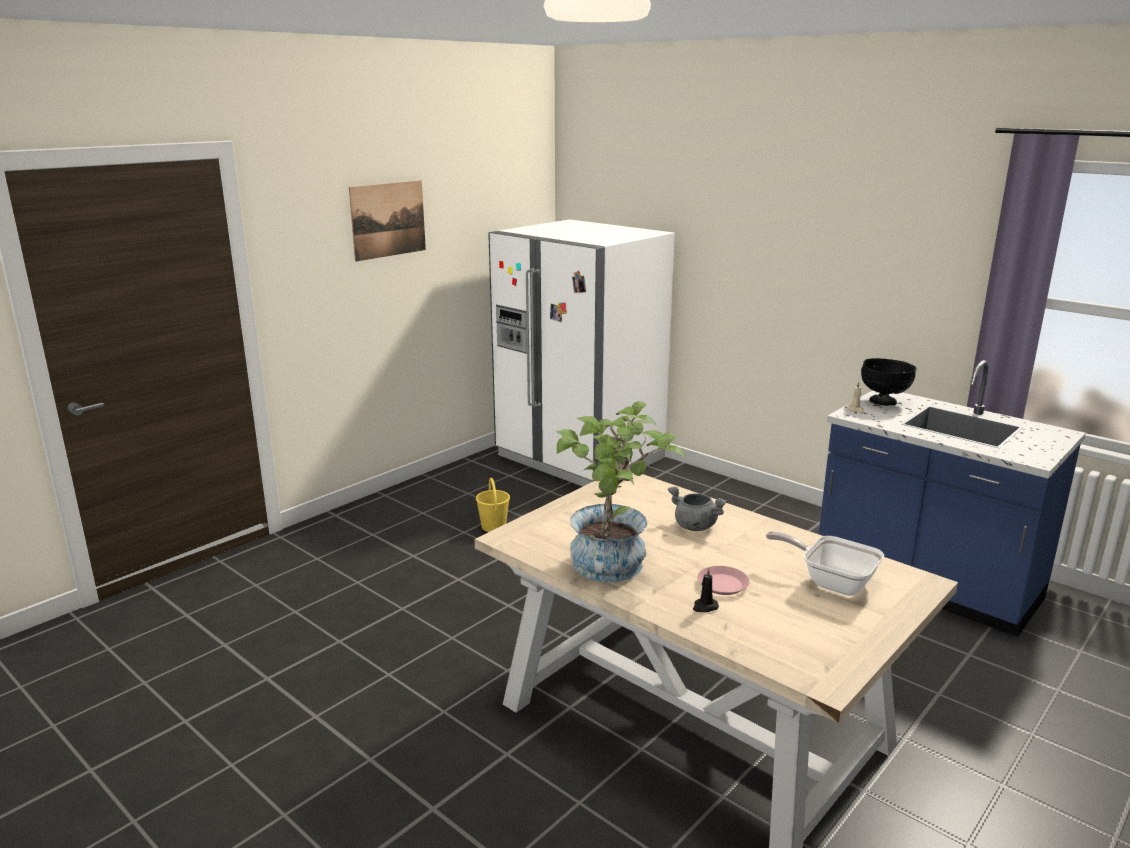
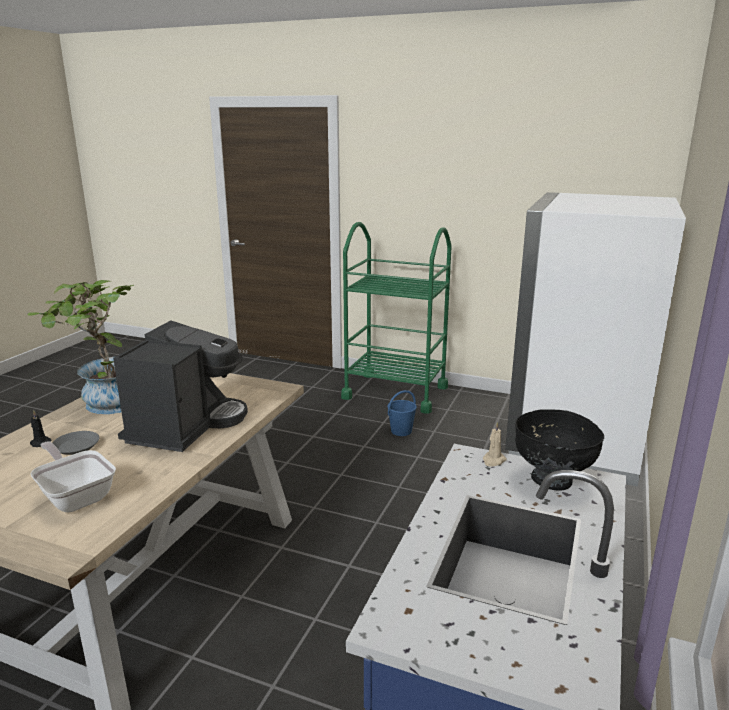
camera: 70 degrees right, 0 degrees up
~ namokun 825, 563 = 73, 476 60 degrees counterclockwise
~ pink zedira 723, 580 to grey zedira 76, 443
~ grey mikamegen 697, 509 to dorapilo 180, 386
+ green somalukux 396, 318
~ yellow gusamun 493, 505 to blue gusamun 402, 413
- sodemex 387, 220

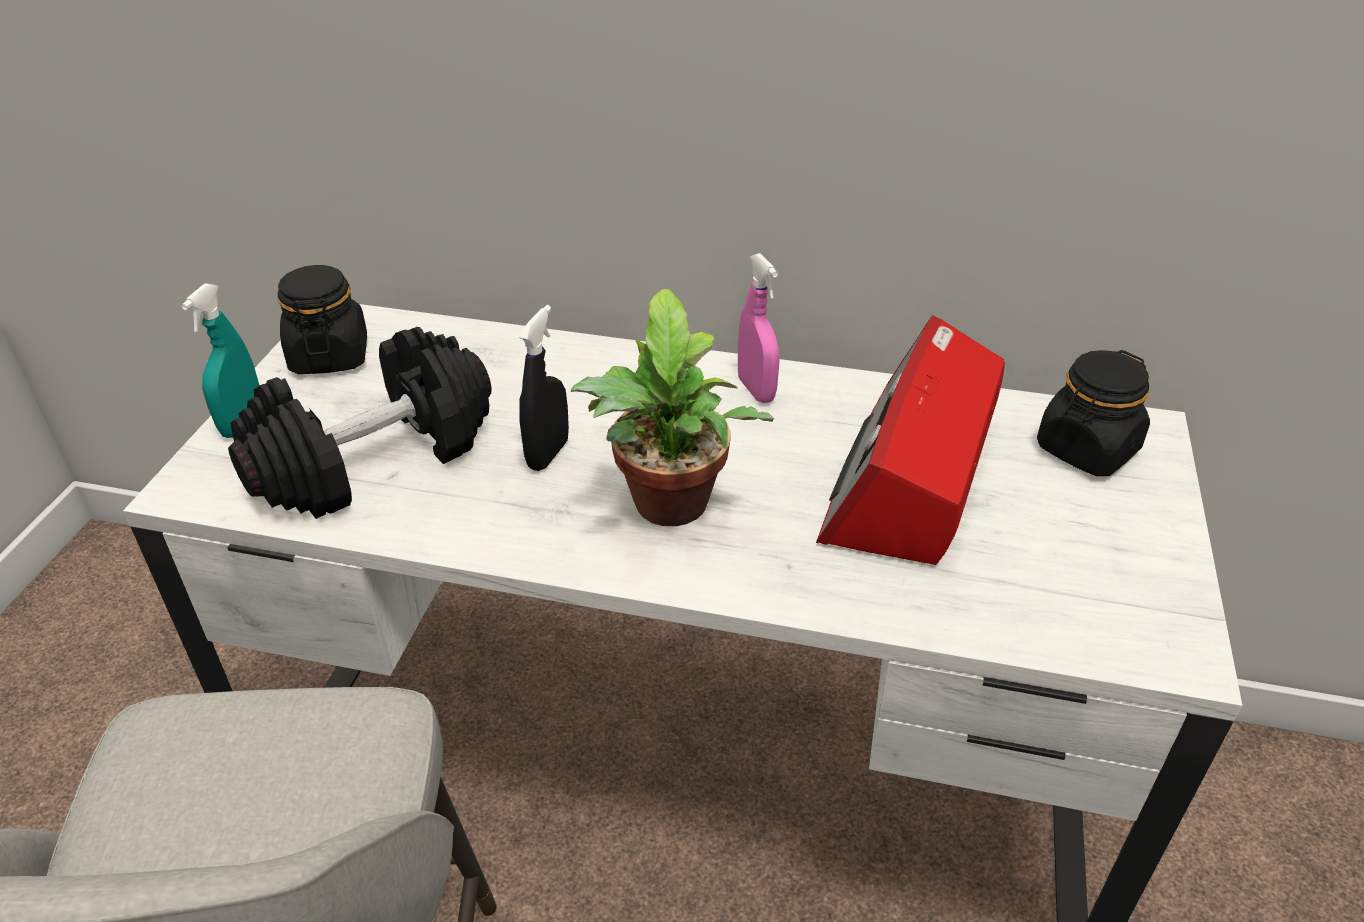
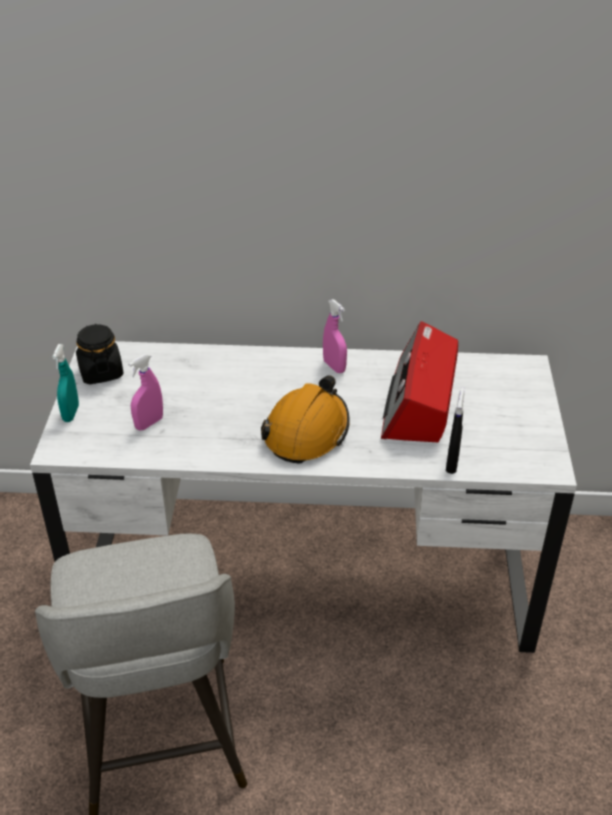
camera: 10 degrees left, 0 degrees up
~ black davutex 360, 423 to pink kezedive 145, 392
~ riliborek 672, 407 to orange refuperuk 305, 419
~ black kezedive 544, 388 to 455, 430
- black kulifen 1093, 413

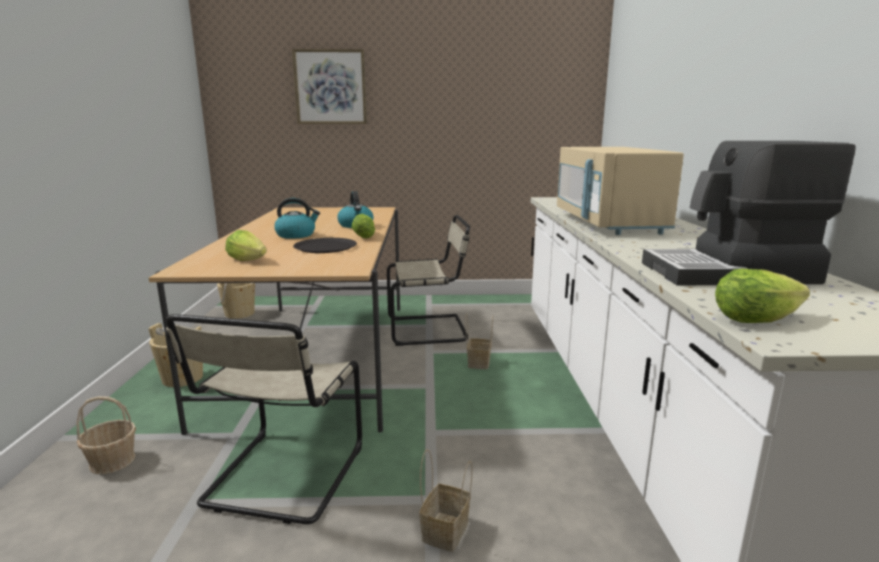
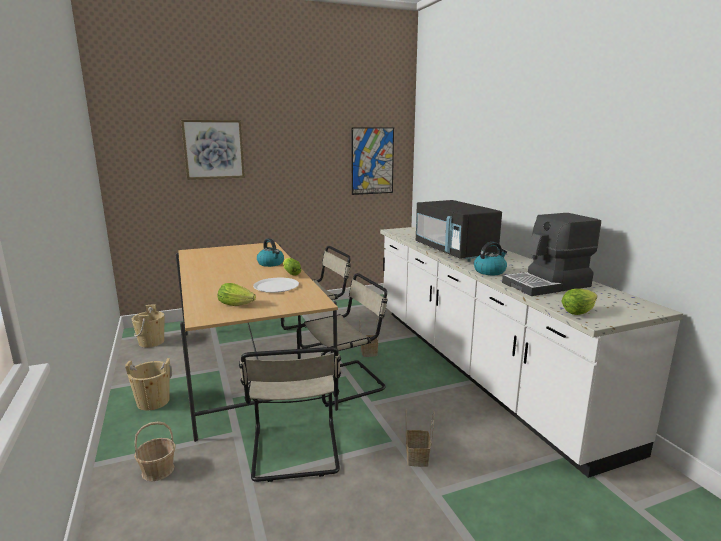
camera: 20 degrees left, 0 degrees up
~ black zedira 325, 245 to white zedira 276, 285
+ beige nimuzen 342, 340
+ sodemex 372, 161
~ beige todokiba 620, 191 to black todokiba 459, 231
~ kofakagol 297, 218 to 490, 258

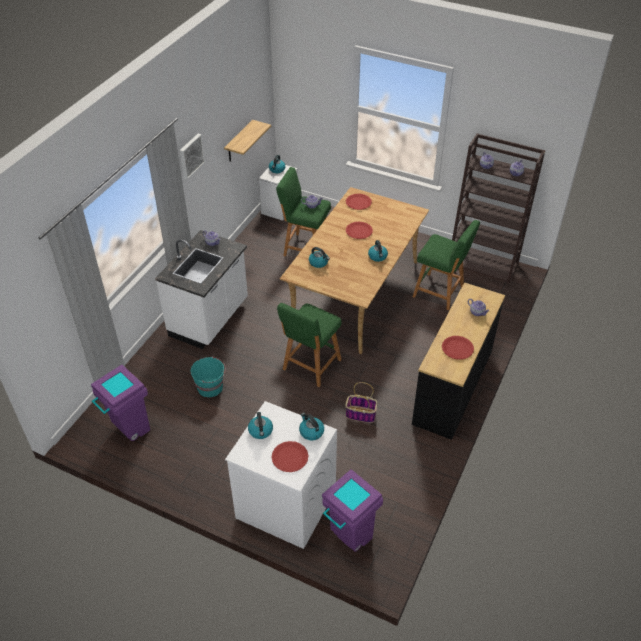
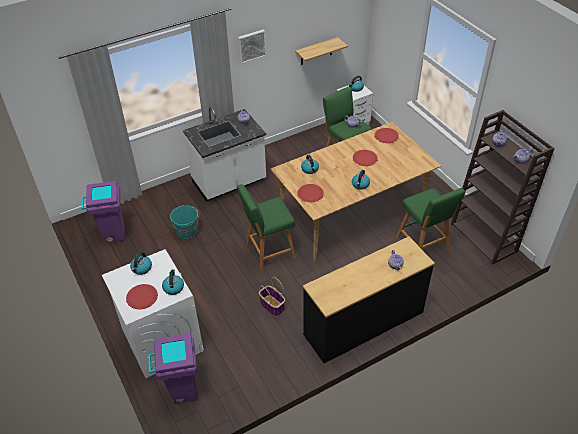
camera: 35 degrees right, 0 degrees up
~ red zedira 458, 348 to 311, 193

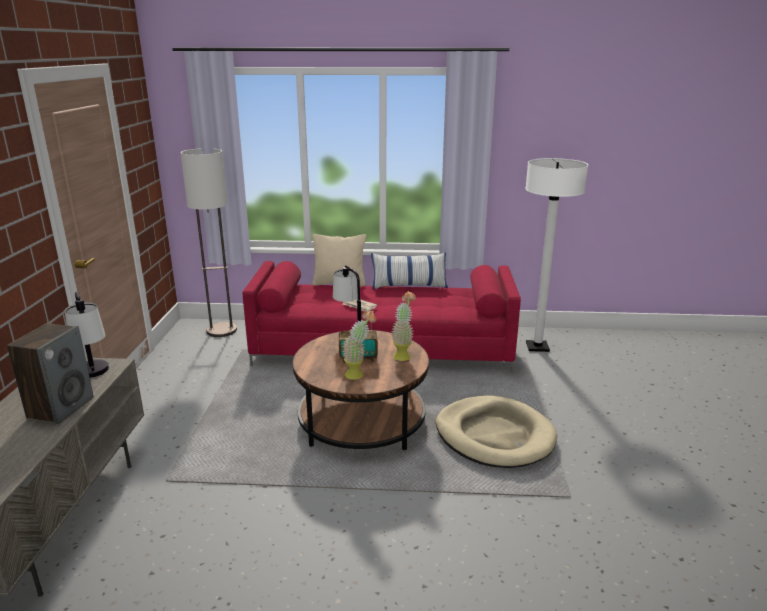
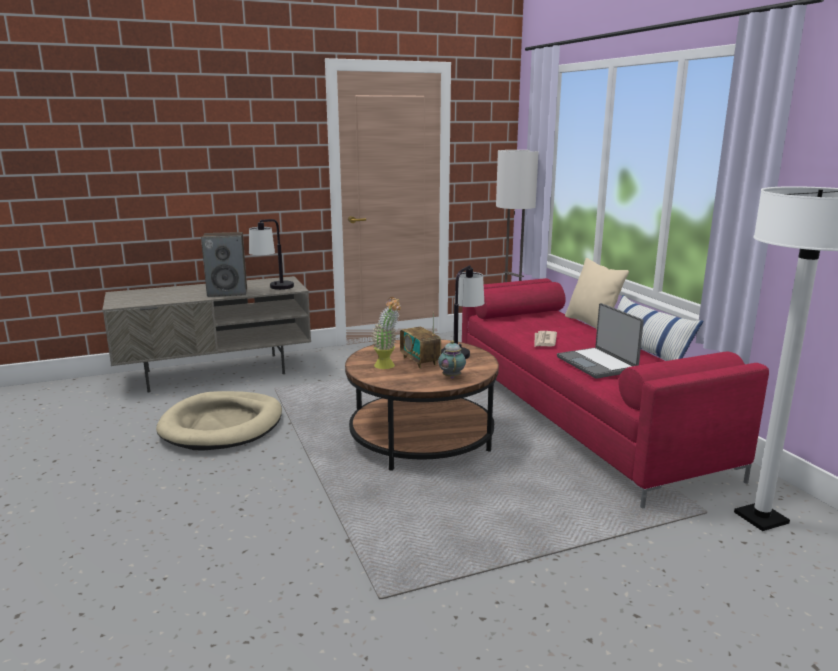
camera: 65 degrees right, 5 degrees down
~ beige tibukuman 496, 431 to 219, 421
~ riliborek 403, 326 to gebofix 452, 359
+ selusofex 600, 341

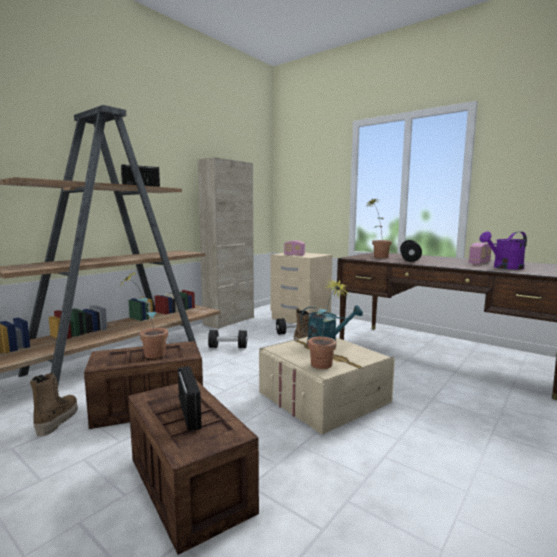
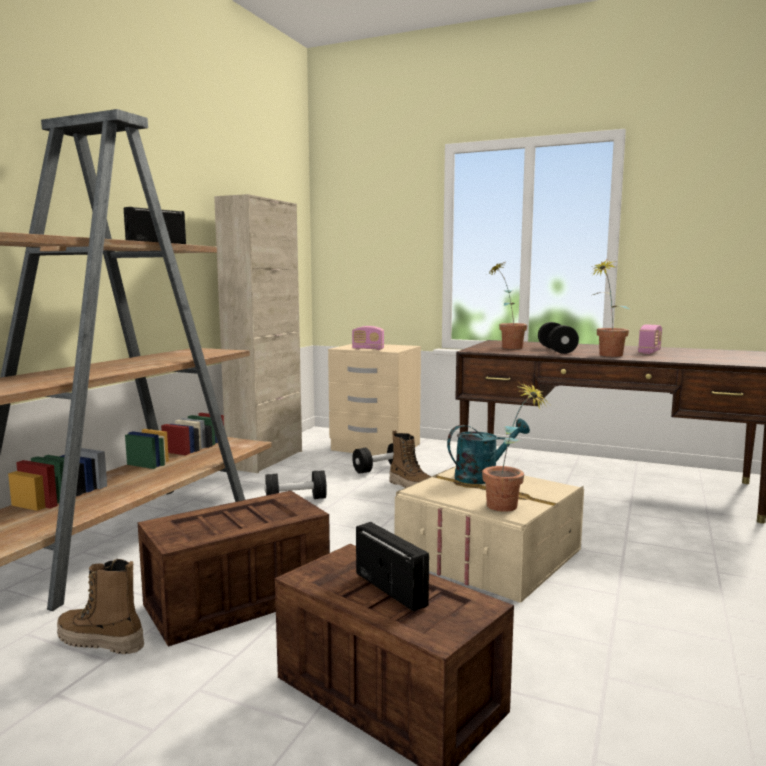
camera: 15 degrees left, 0 degrees up
~ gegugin 54, 404 = 100, 606 60 degrees counterclockwise
~ riliborek 144, 315 to 610, 308
- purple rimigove 503, 250

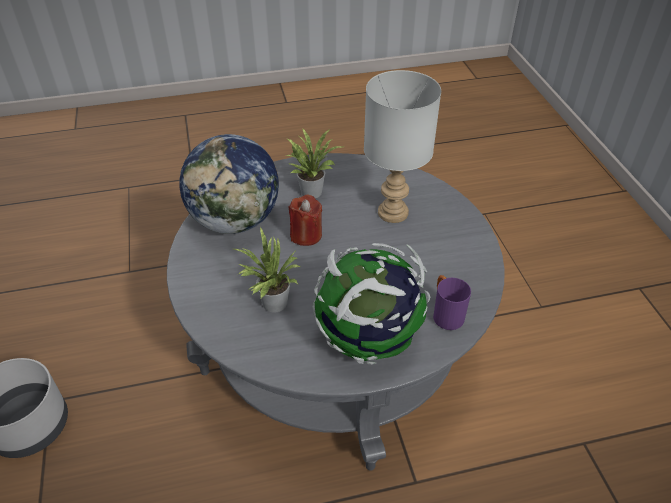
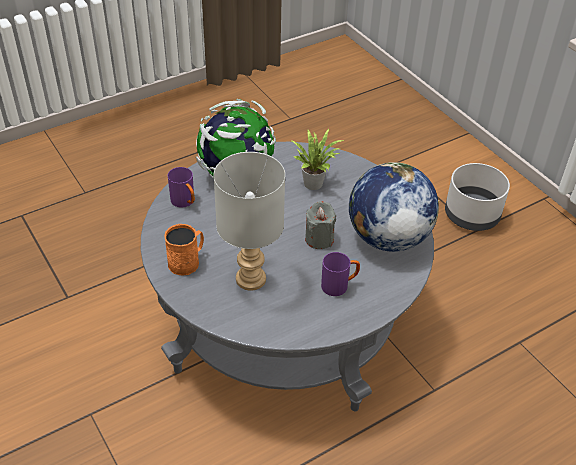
camera: 160 degrees right, 0 degrees up
+ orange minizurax 184, 250
~ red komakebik 305, 220 to grey komakebik 320, 225
~ riliborek 314, 163 to purple minizurax 340, 274

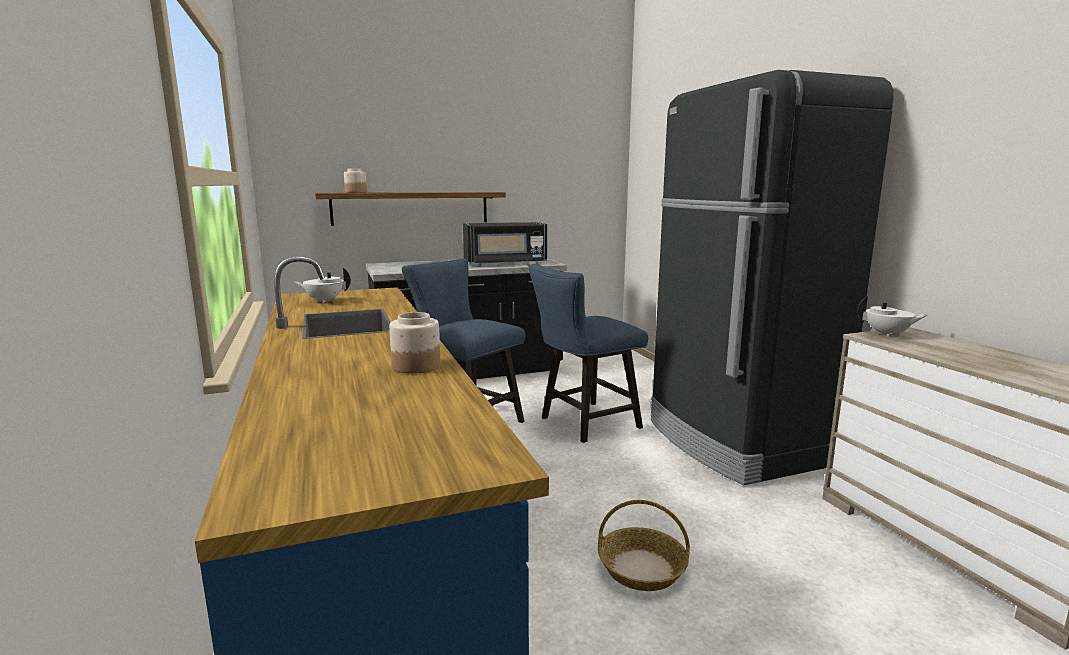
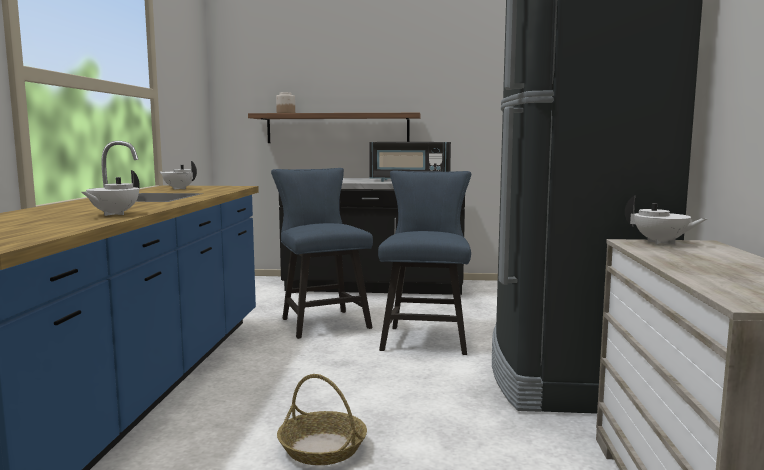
camera: 25 degrees right, 5 degrees down
~ kulifen 415, 343 to white gebofix 110, 193
~ blue nimuzen 588, 353 = 424, 263 105 degrees clockwise

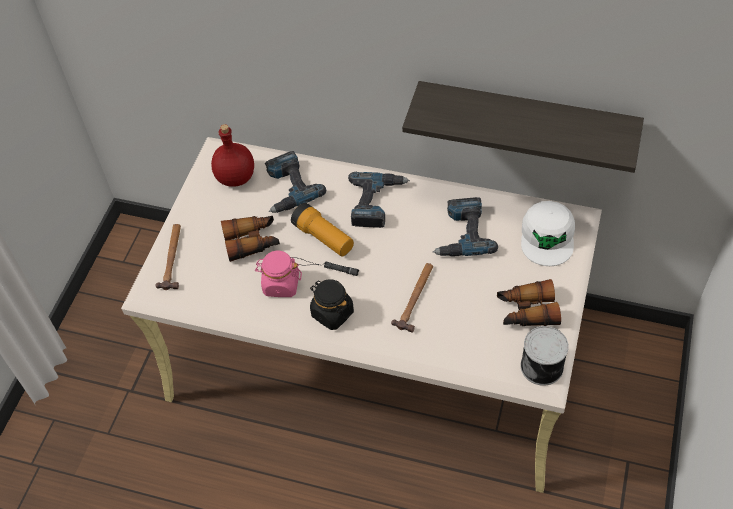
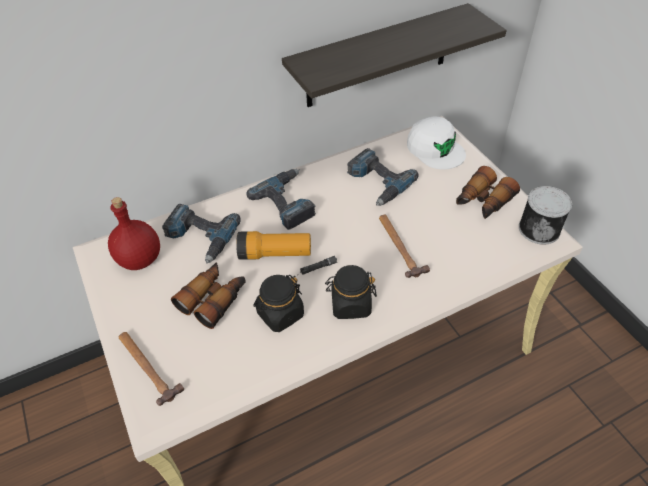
camera: 45 degrees left, 5 degrees down
~ pink kulifen 278, 274 to black kulifen 278, 303

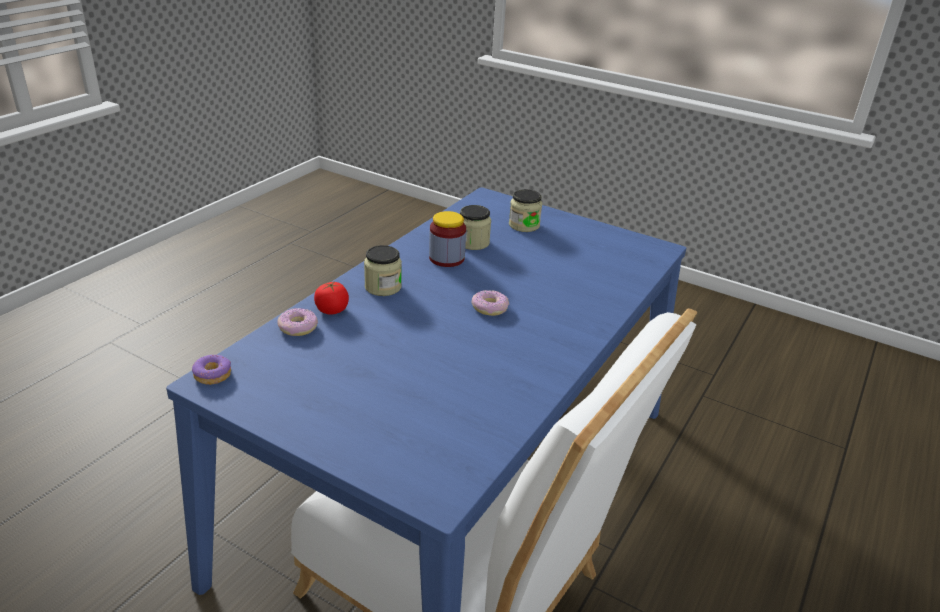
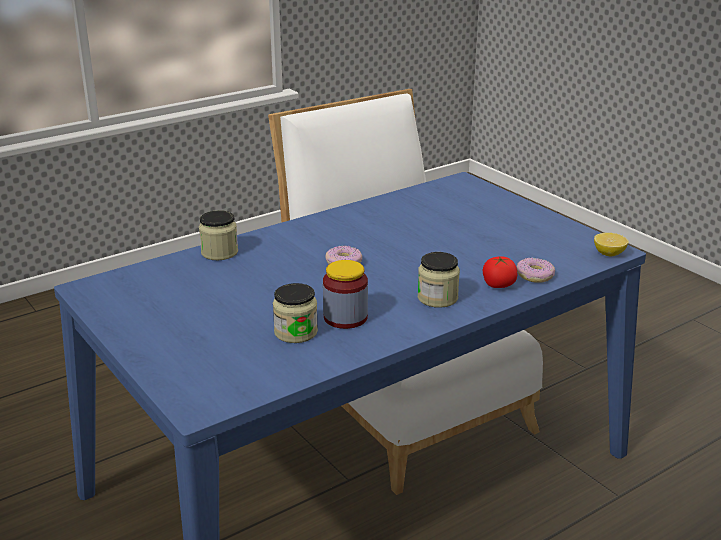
camera: 155 degrees left, 5 degrees down
~ kulifen 525, 210 to 218, 235
~ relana 211, 370 to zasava 611, 244

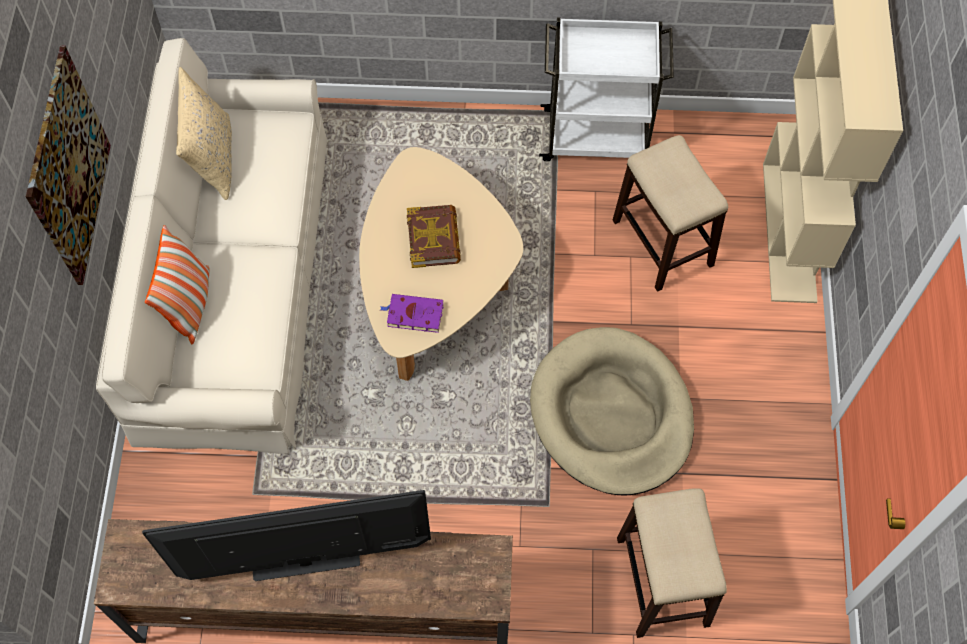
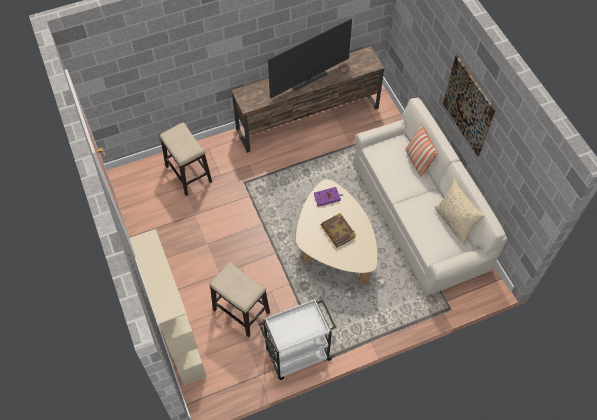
camera: 155 degrees right, 5 degrees down
- beige tibukuman 612, 411

